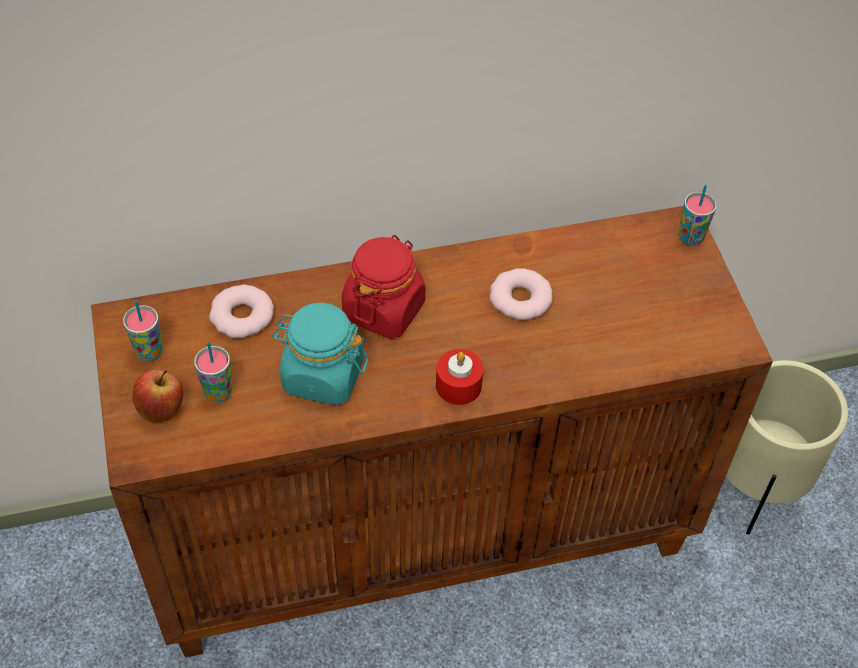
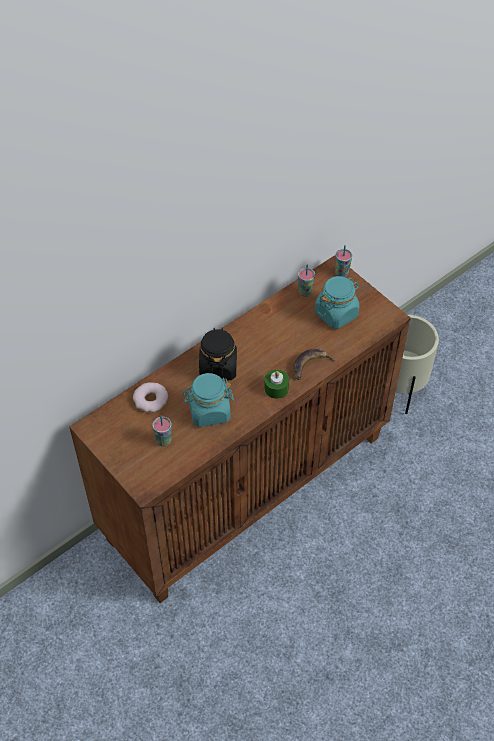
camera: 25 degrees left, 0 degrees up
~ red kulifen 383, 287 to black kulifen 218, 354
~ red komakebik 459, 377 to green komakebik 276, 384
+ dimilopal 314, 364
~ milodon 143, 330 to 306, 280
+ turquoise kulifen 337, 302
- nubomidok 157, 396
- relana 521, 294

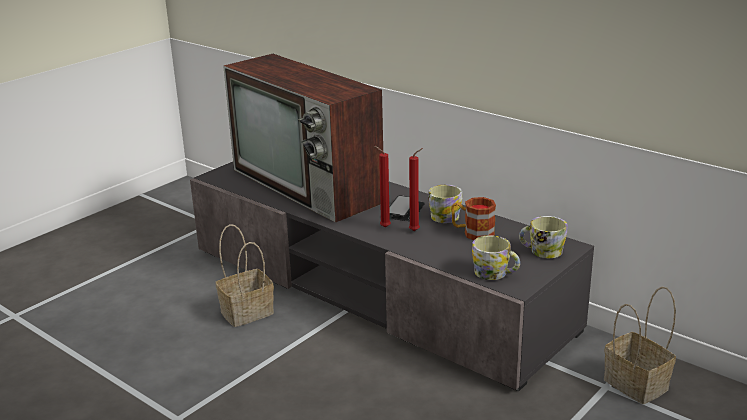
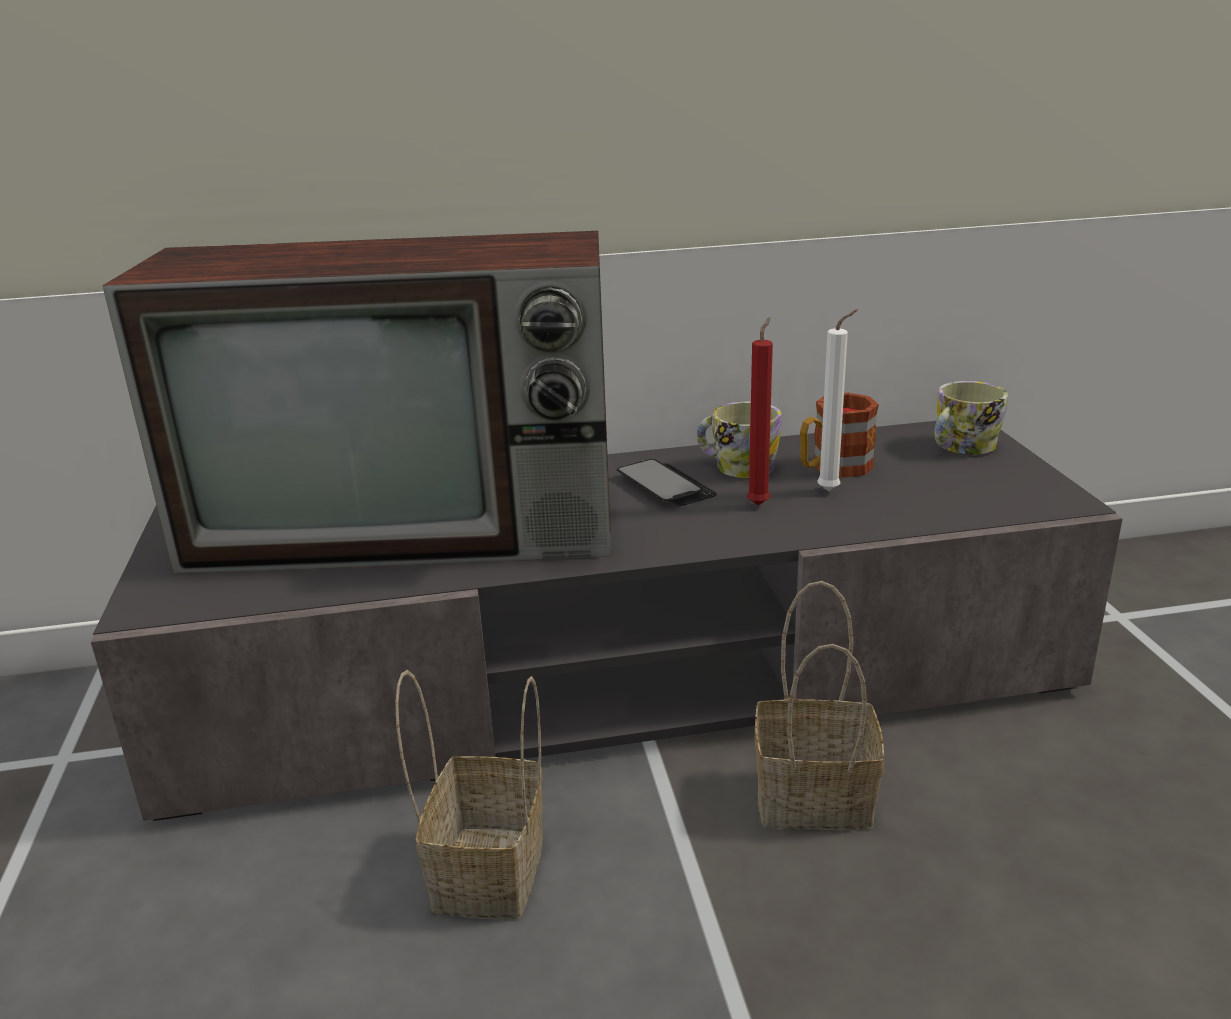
camera: 50 degrees left, 0 degrees up
~ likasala 640, 345 to 819, 706
+ white komakebik 837, 400
- red komakebik 383, 187
- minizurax 496, 257

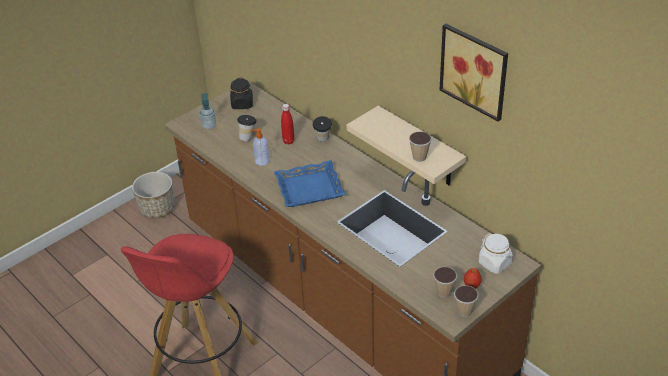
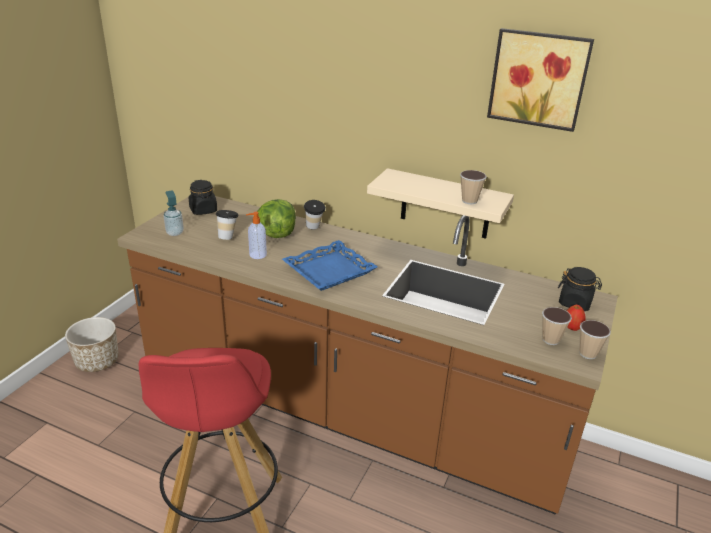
camera: 25 degrees left, 10 degrees down
~ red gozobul 287, 124 to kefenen 276, 218
~ white kulifen 495, 253 to black kulifen 580, 289

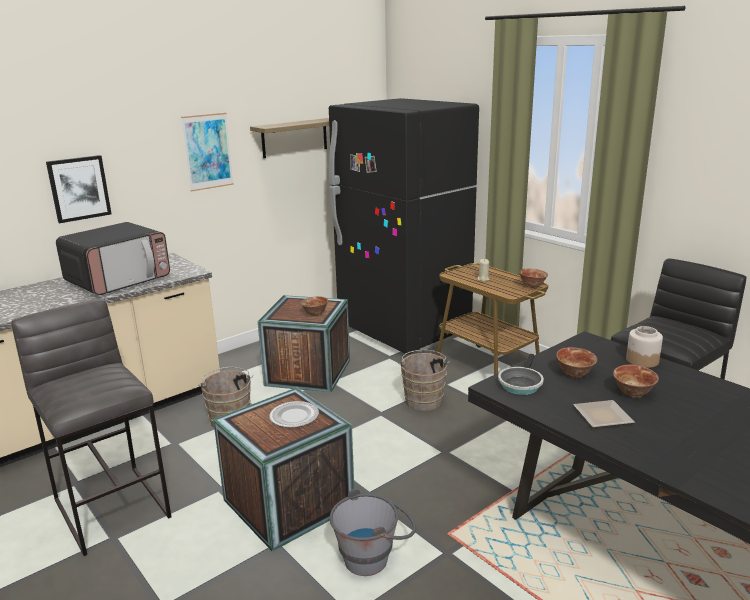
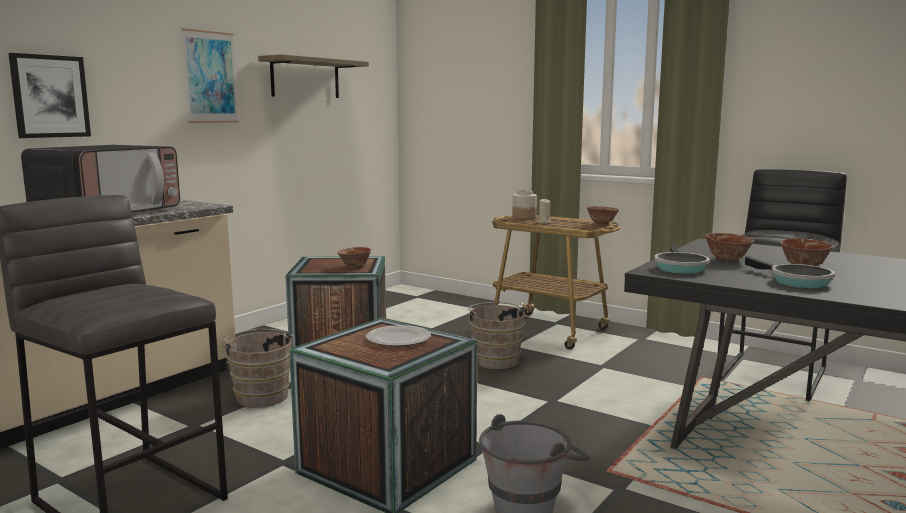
camera: 15 degrees left, 10 degrees down
~ kulifen 644, 347 to 524, 204
~ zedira 604, 414 to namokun 790, 272
- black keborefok 404, 226

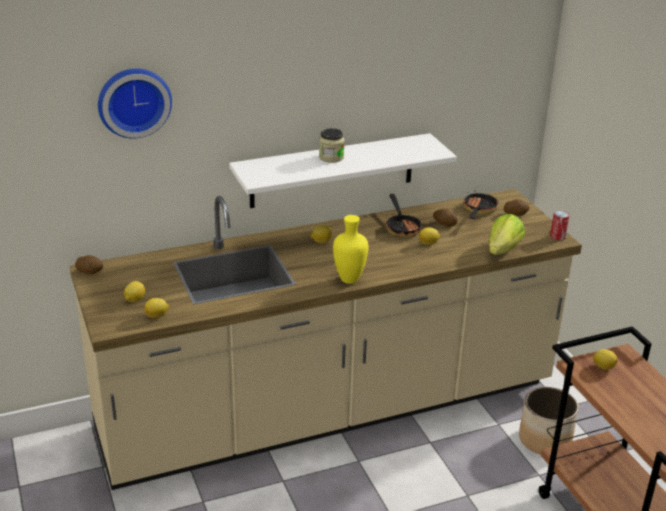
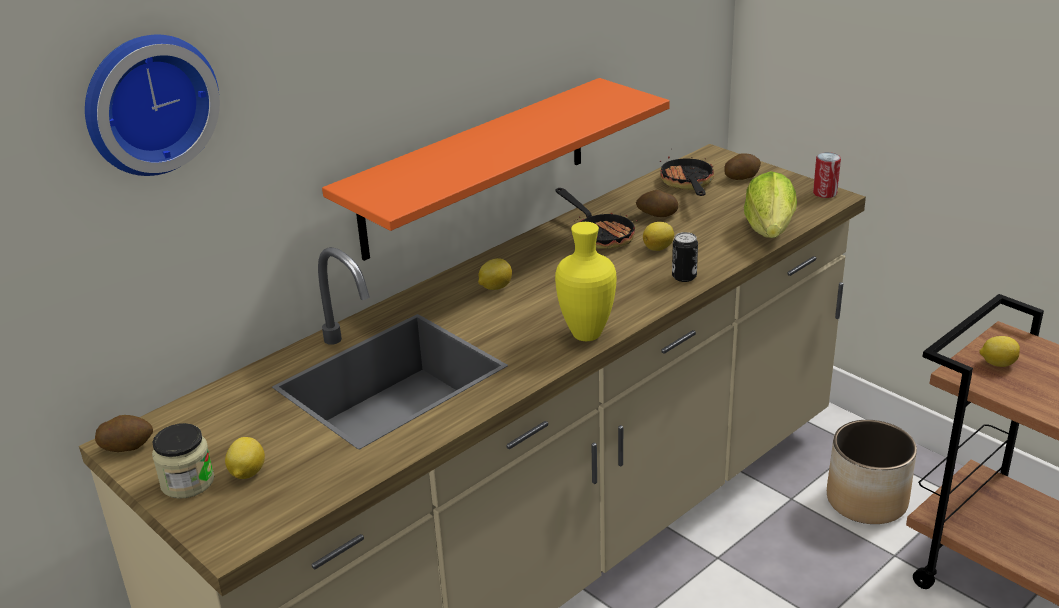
camera: 20 degrees left, 0 degrees up
~ kulifen 332, 145 to 183, 461
~ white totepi 343, 170 to orange totepi 496, 169
+ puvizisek 685, 257
- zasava 156, 308

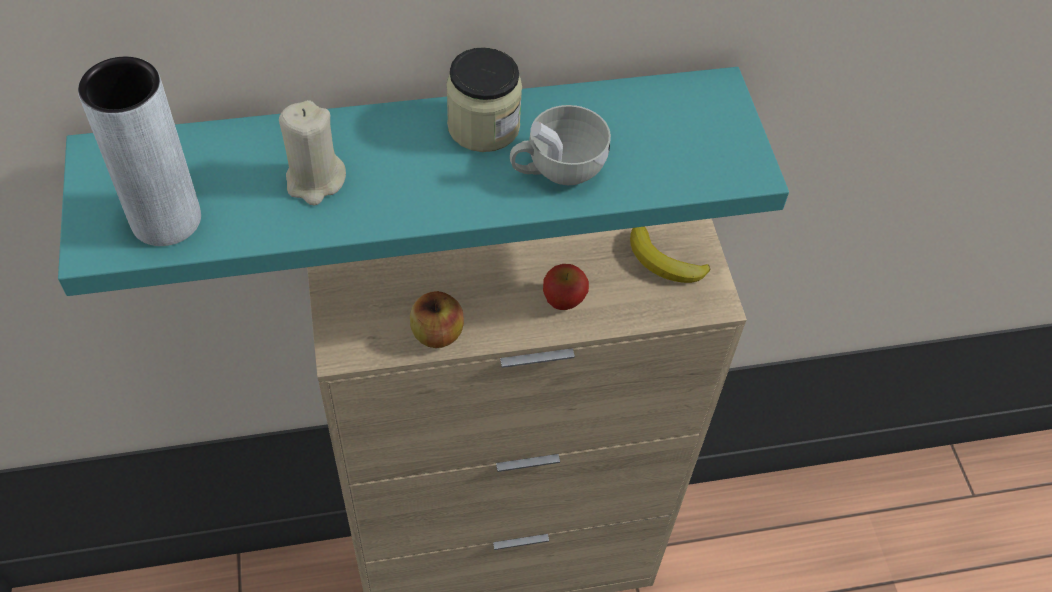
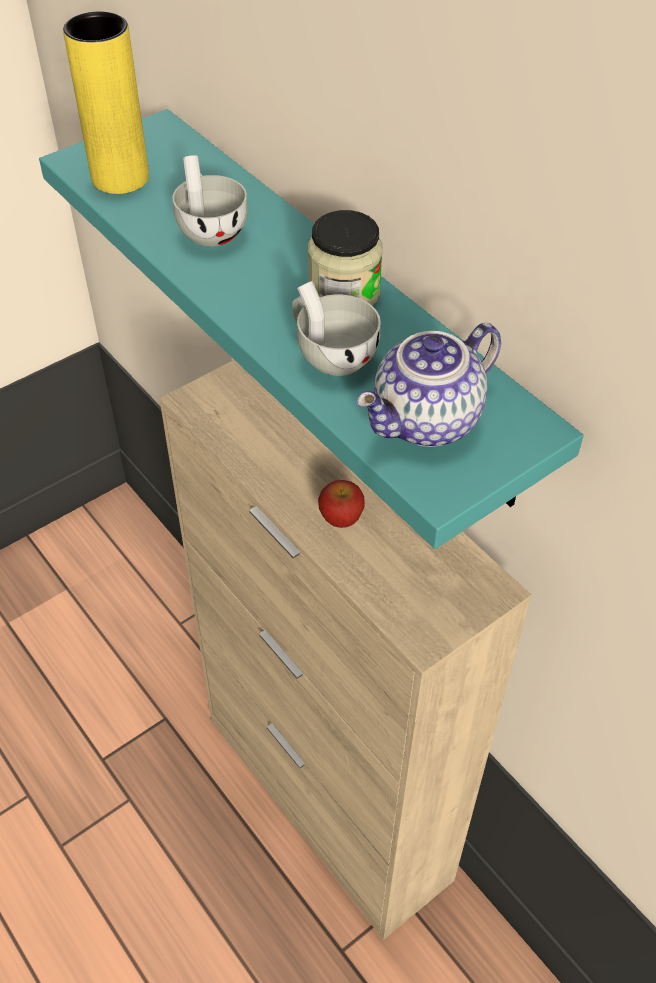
camera: 65 degrees right, 5 degrees down
~ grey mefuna 139, 151 to yellow mefuna 106, 102
~ beige komakebik 312, 152 to white milodon 210, 200
+ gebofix 429, 385
- nubomidok 437, 319
- dimilopal 670, 254

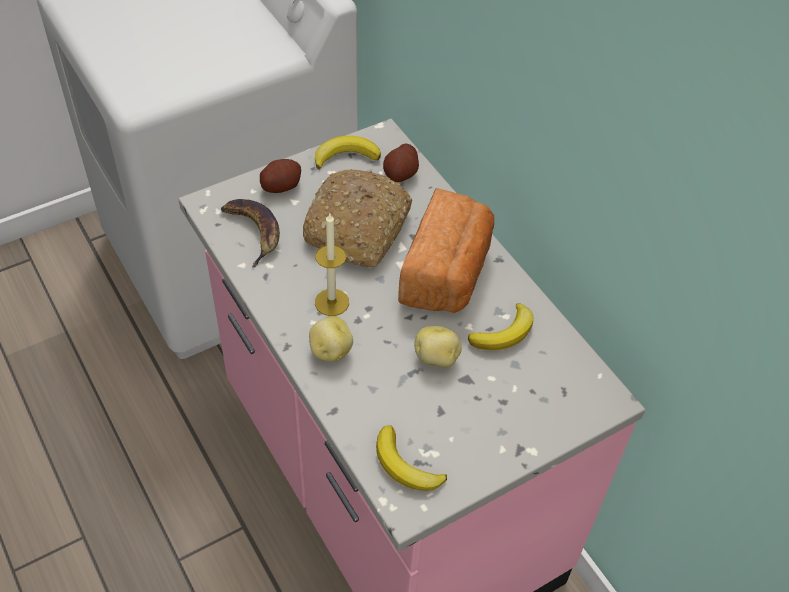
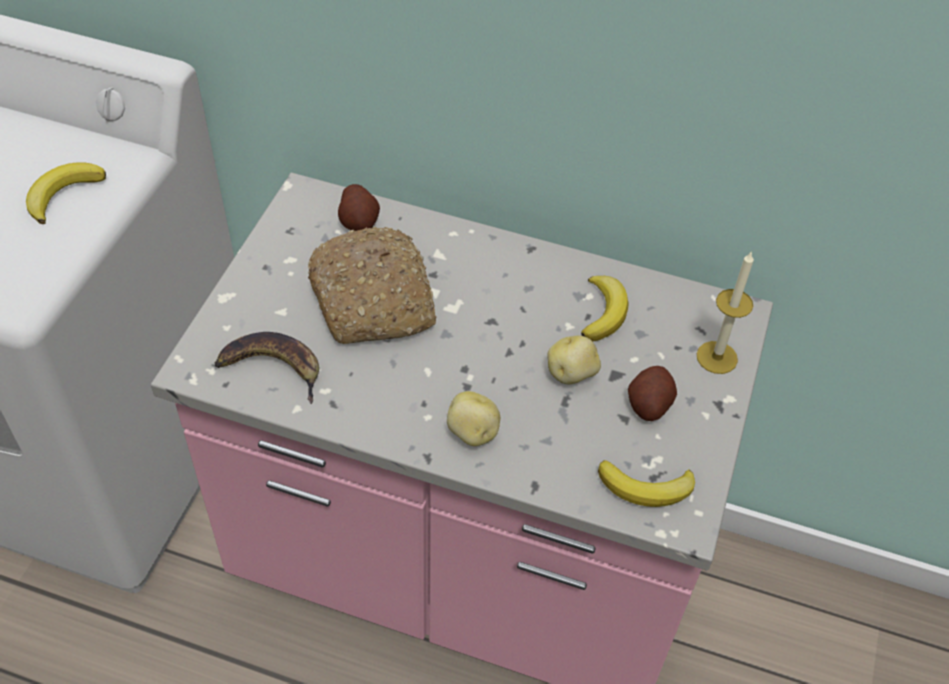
camera: 40 degrees left, 0 degrees up
~ dimilopal 348, 153 to 66, 193
~ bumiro 280, 176 to 652, 393
~ komakebik 332, 264 to 725, 312
- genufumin 446, 250

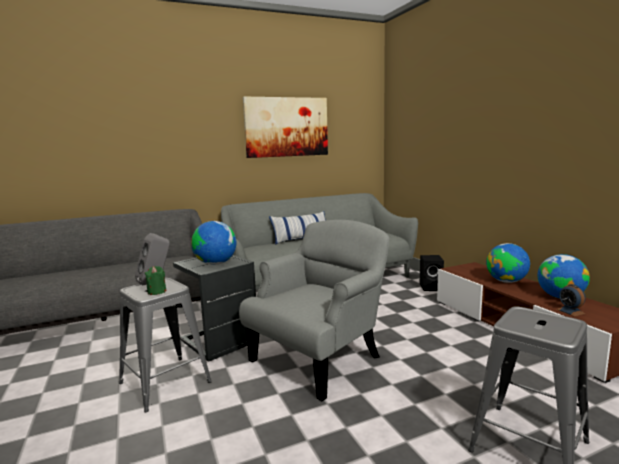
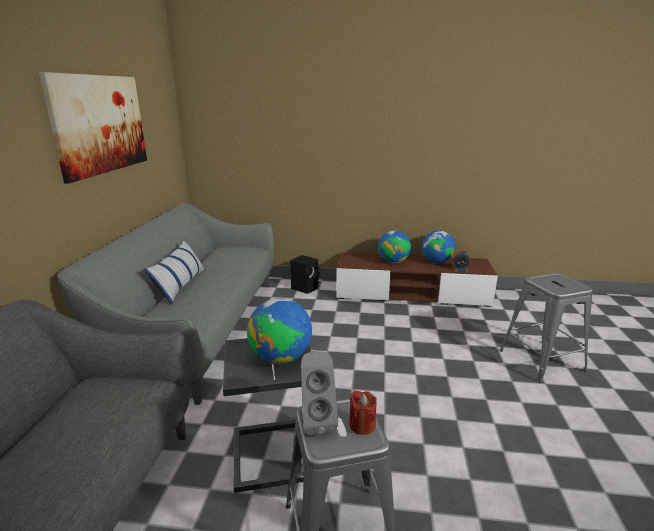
camera: 60 degrees left, 10 degrees up
~ green komakebik 155, 280 to red komakebik 363, 412
- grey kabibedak 314, 310

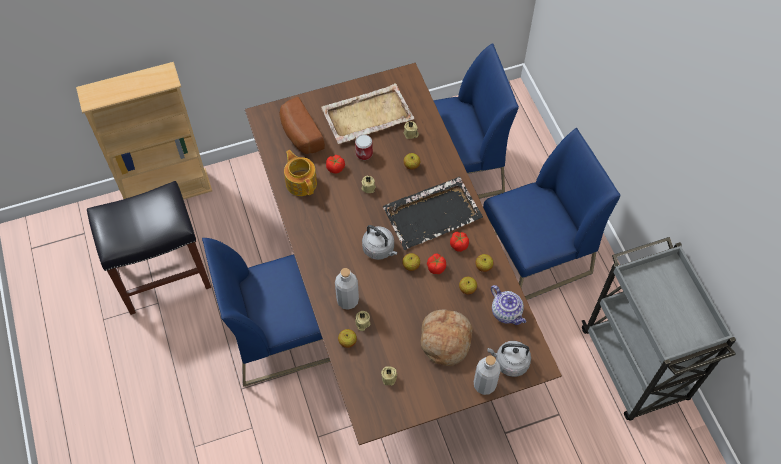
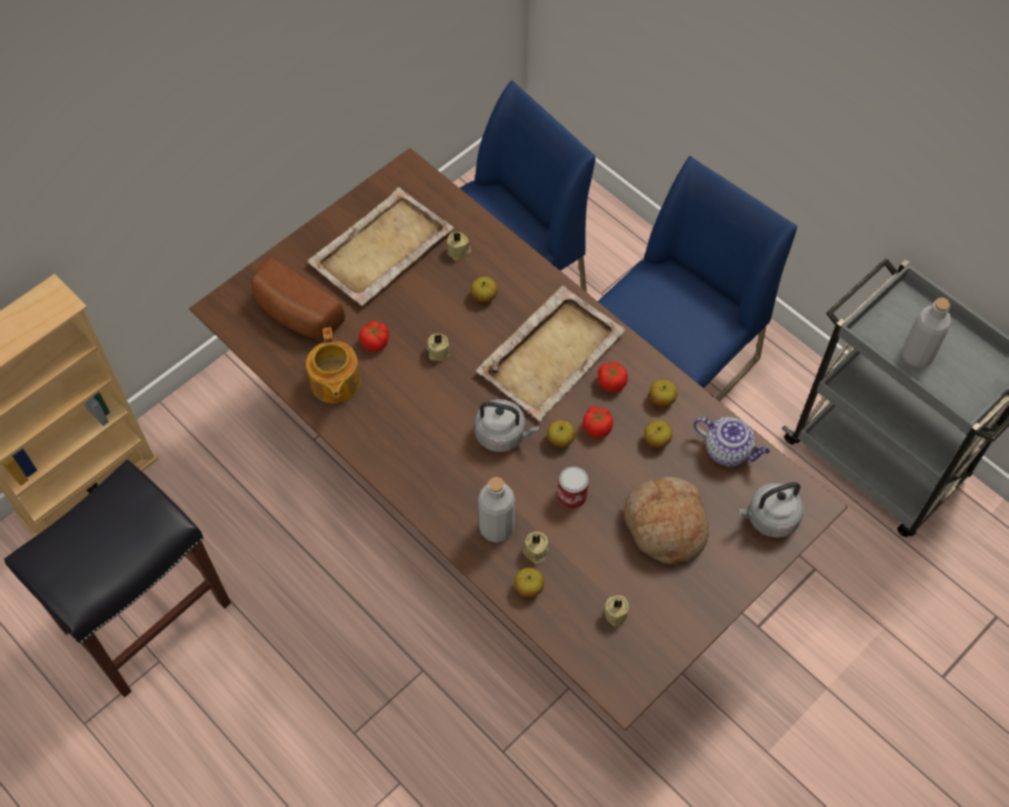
camera: 25 degrees left, 0 degrees up
~ gebofix 300, 173 = 333, 365 135 degrees counterclockwise
~ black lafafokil 433, 213 to beige lafafokil 551, 353
~ puvizisek 364, 147 to 573, 487
~ grey gozobul 487, 375 to 927, 332
- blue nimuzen 266, 312

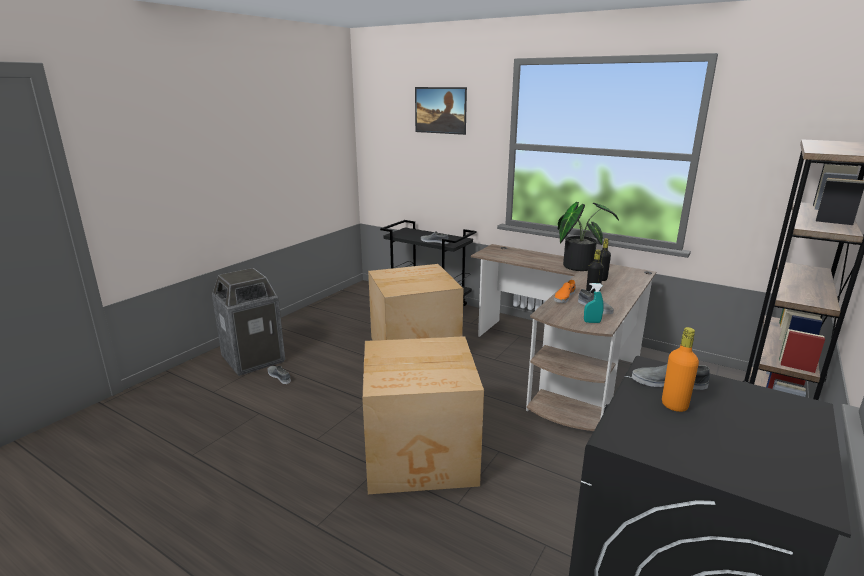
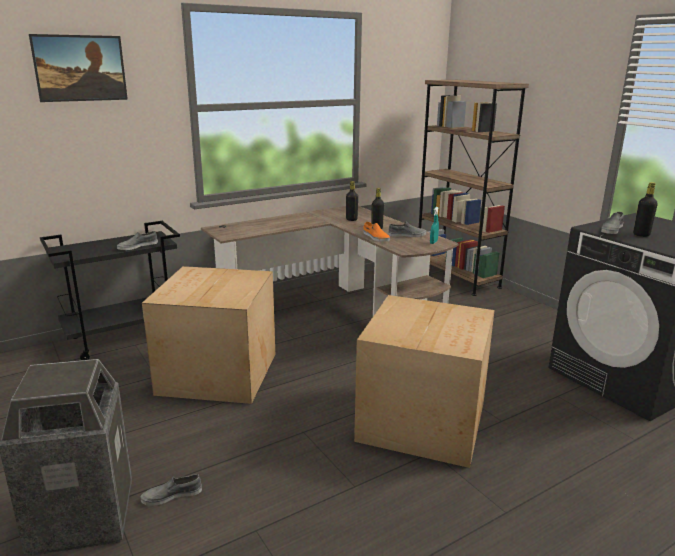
camera: 65 degrees left, 0 degrees up
~ orange gozobul 680, 369 to black gozobul 645, 209
- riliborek 588, 236

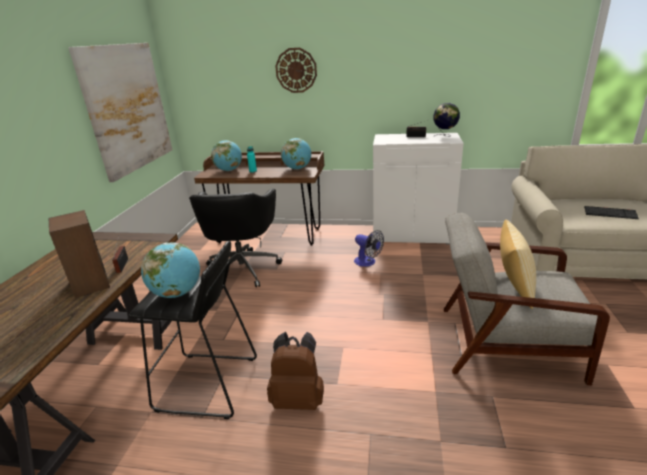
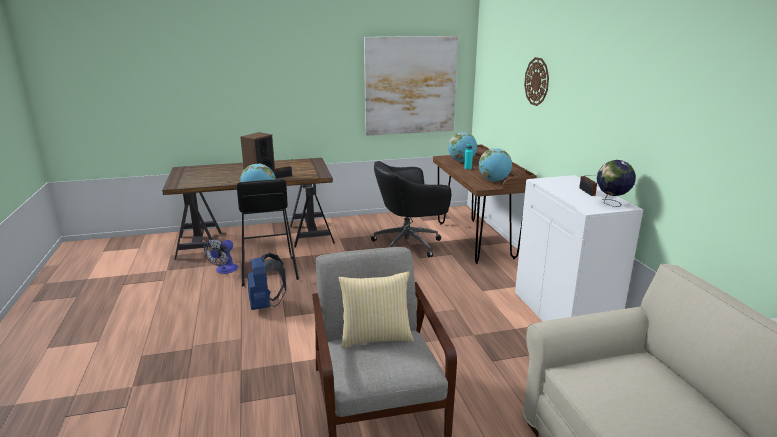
camera: 65 degrees right, 5 degrees down
~ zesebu 369, 248 to 221, 256
~ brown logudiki 295, 371 to blue logudiki 267, 281
- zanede 611, 212

